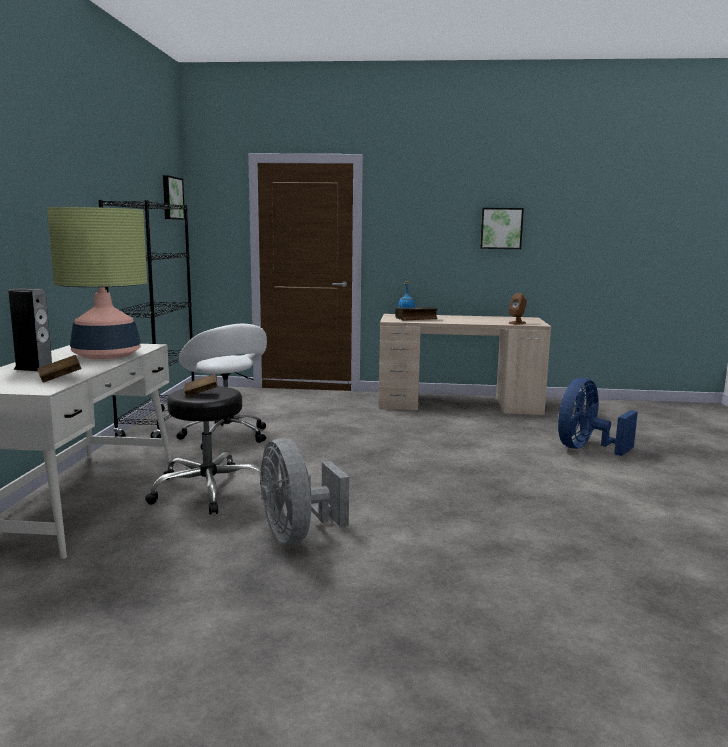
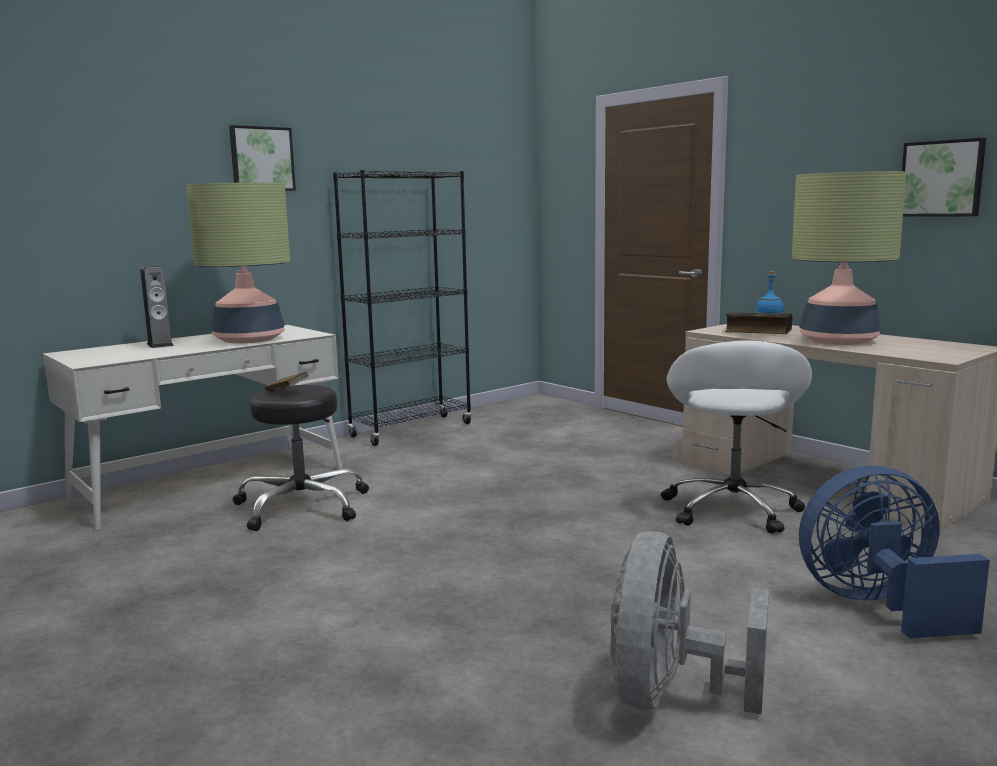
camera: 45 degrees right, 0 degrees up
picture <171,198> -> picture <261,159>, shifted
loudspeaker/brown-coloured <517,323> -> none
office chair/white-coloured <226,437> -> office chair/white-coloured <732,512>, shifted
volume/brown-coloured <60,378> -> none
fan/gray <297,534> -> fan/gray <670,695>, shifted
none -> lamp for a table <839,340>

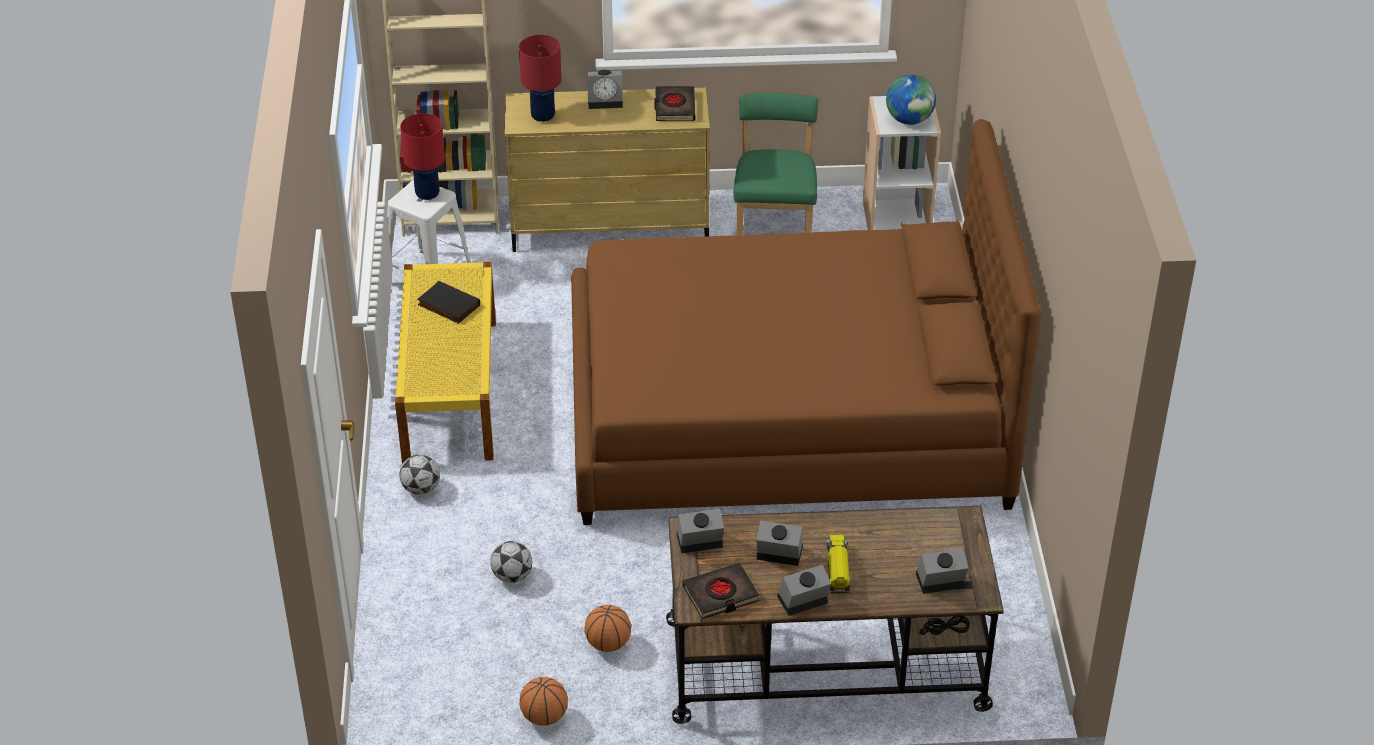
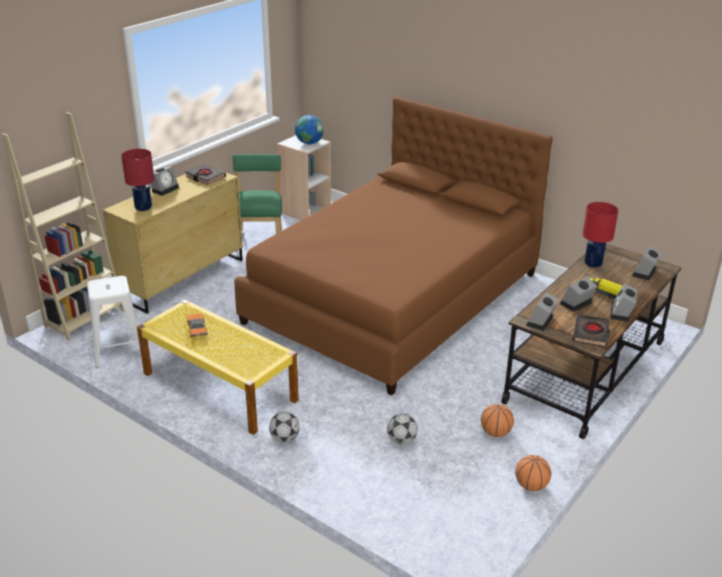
camera: 50 degrees left, 10 degrees down
chair/green-coloured <774,227> -> chair/green-coloured <259,239>, 45 degrees clockwise
lamp for a table/reddish <427,195> -> lamp for a table/reddish <592,264>, shifted
volume/black <447,305> -> miniature car <197,329>

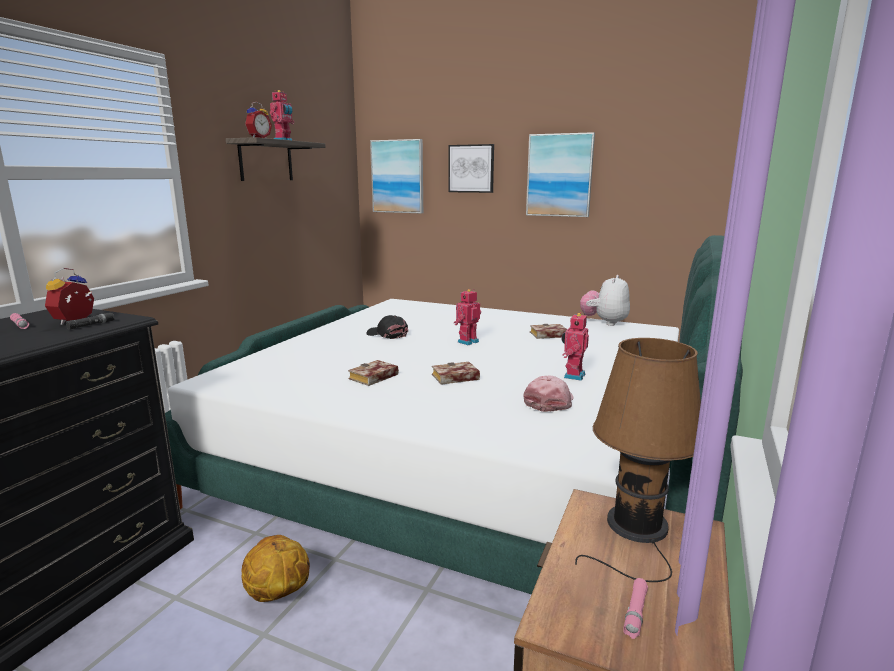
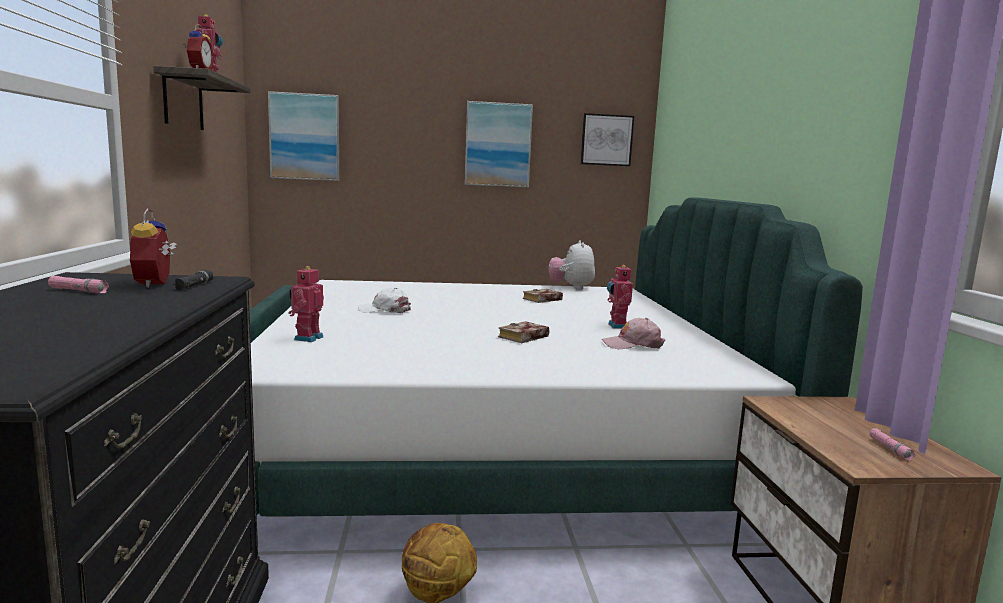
camera: 30 degrees left, 5 degrees down
picture <471,168> -> picture <606,140>, shifted
model robot <467,341> -> model robot <307,338>, shifted
peaked cap/black <387,334> -> peaked cap/white-coloured <385,310>
lamp for a table/brown-coloured <636,529> -> none
volume <373,378> -> none
peaked cap/pink <549,401> -> peaked cap/pink <632,344>, 90 degrees counterclockwise

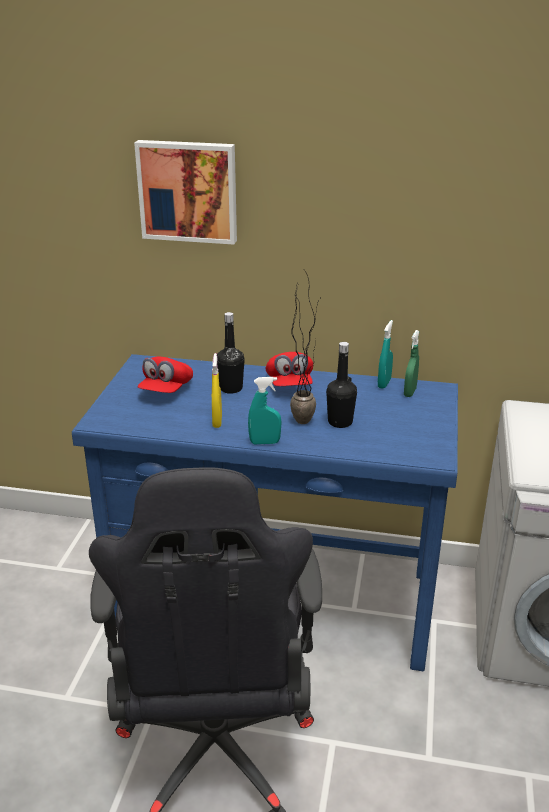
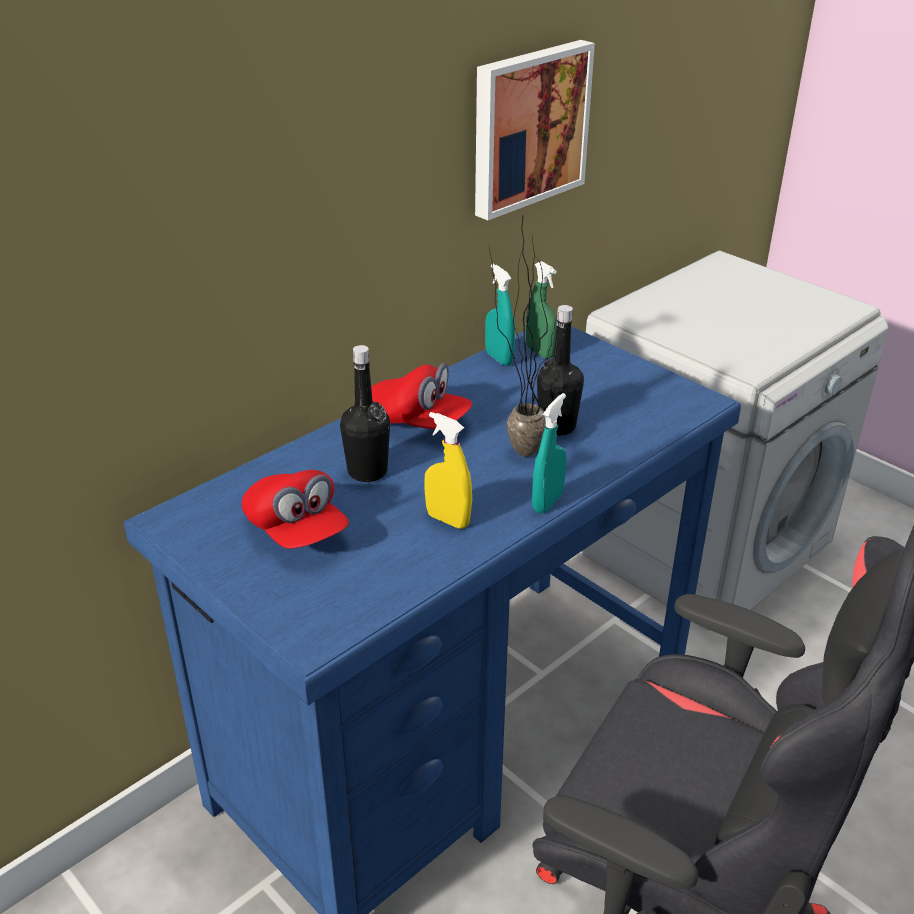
camera: 55 degrees left, 5 degrees up
picture <188,191> -> picture <527,127>, shifted

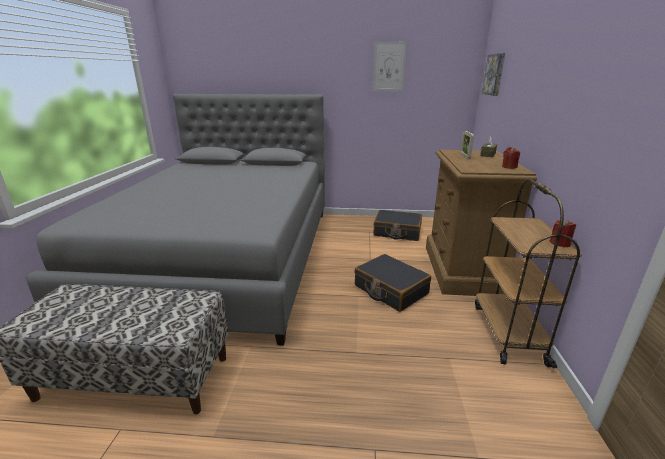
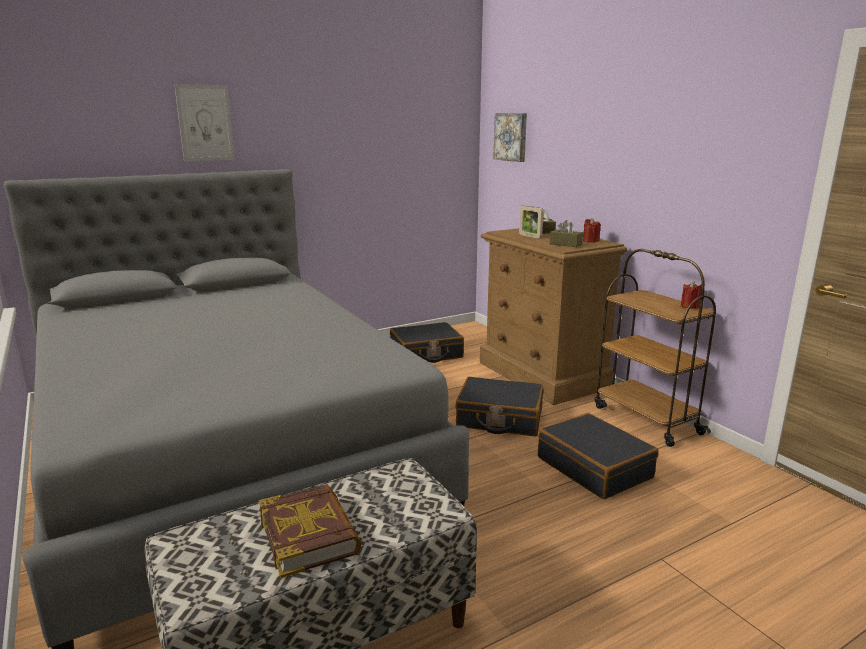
camera: 35 degrees left, 5 degrees down
picture <389,66> -> picture <205,123>, shifted
none -> box of tissues/brown-coloured <565,244>
none -> travel case/black <594,467>
none -> volume <309,535>

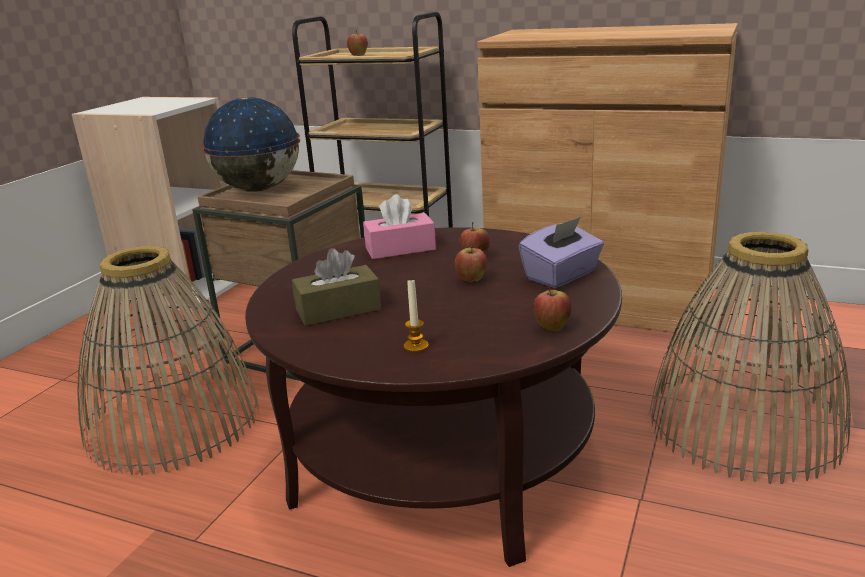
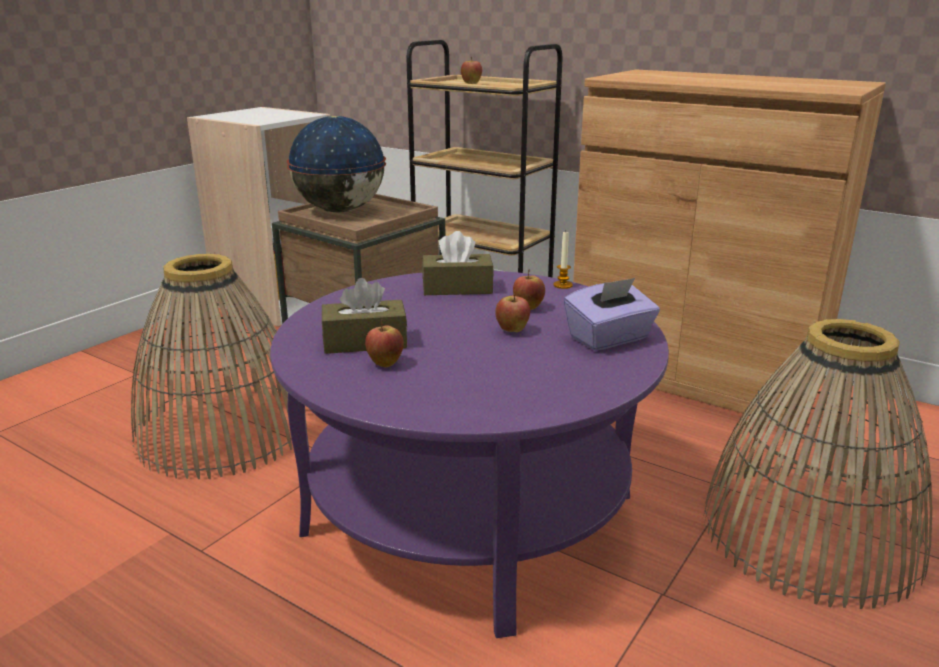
camera: 10 degrees right, 0 degrees up
box of tissues/pink <400,249> -> box of tissues/brown-coloured <457,288>
low table/brown-coloured <444,457> -> low table/purple-coloured <470,512>
wax candle <416,346> -> wax candle <562,285>, shifted
apple fruit <552,328> -> apple fruit <385,364>, shifted

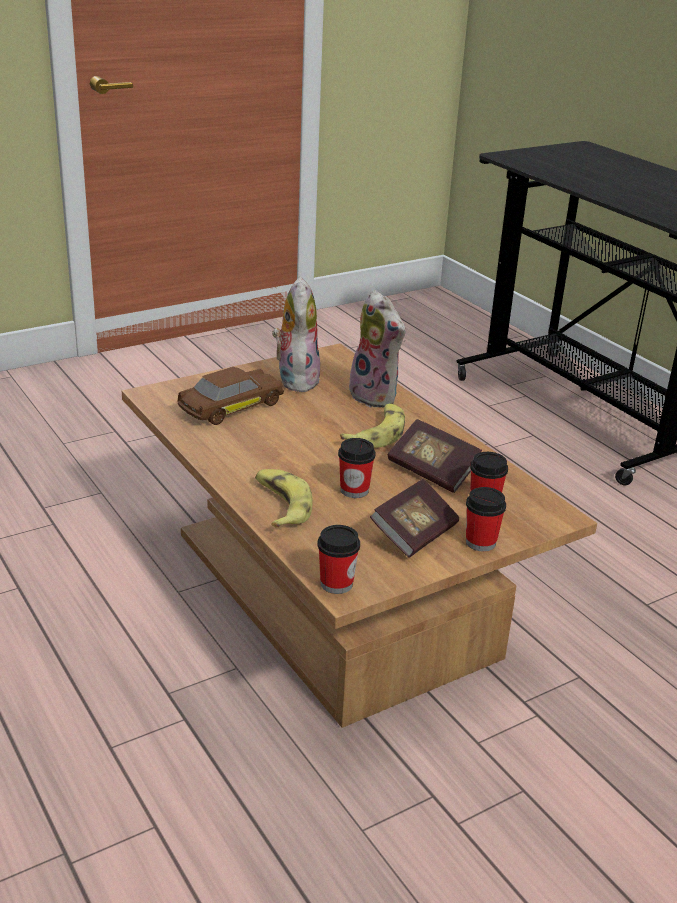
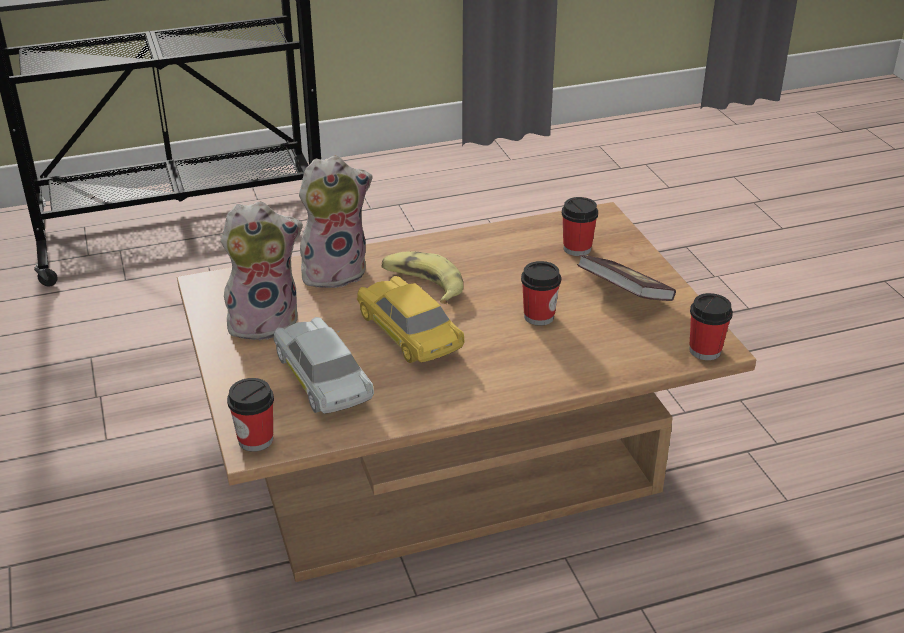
camera: 75 degrees left, 5 degrees up
plush toy <295,379> -> plush toy <265,322>, 150 degrees clockwise
miniature car/brown-coloured <231,407> -> miniature car/white-coloured <322,379>
volume <432,471> -> none
whole banana <280,505> -> none
small cup <480,542> -> small cup <255,440>, shifted
none -> miniature car/yellow <409,333>

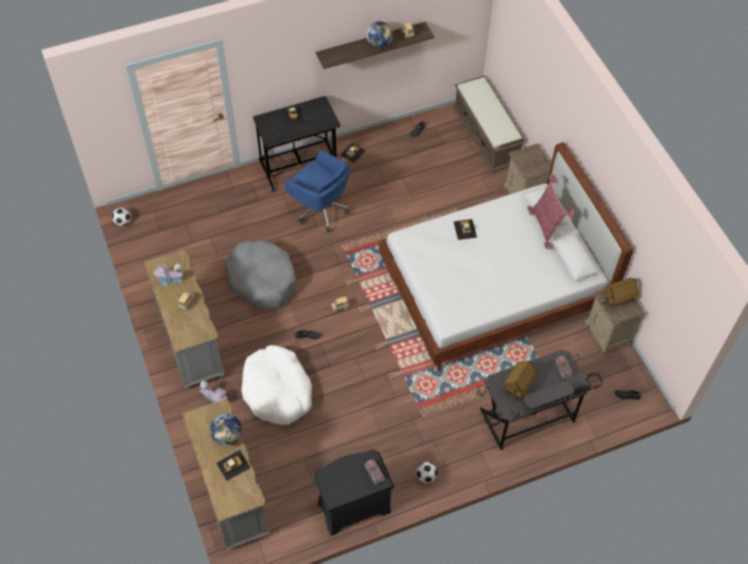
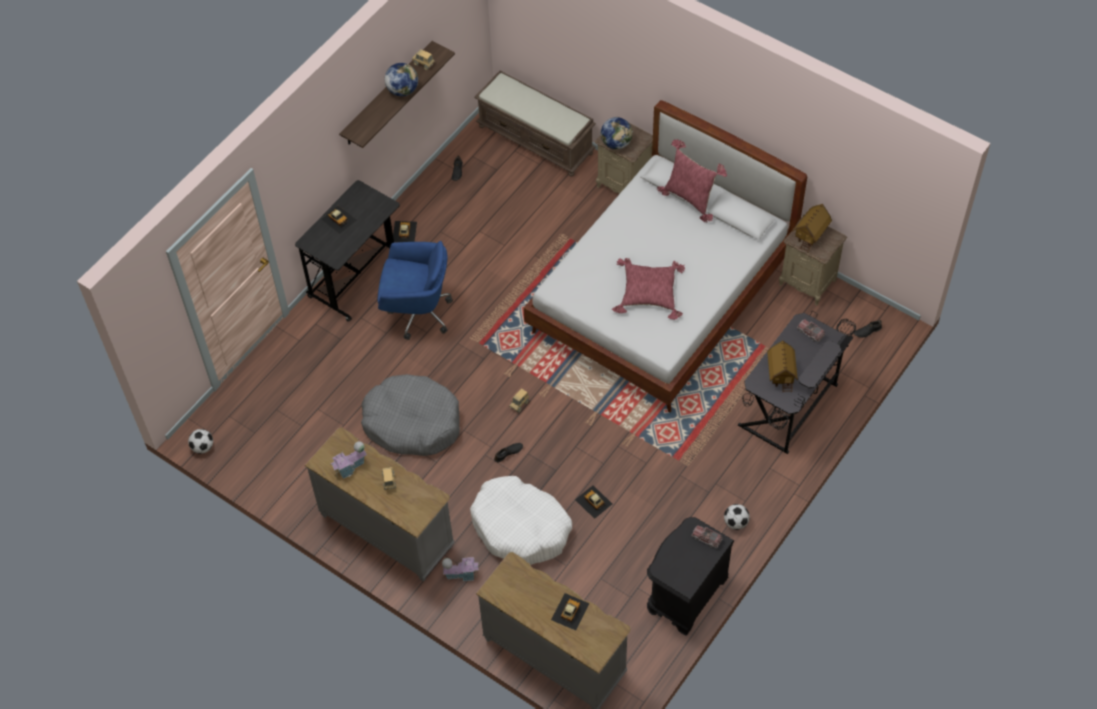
camera: 30 degrees left, 0 degrees up
miniature car <465,229> -> miniature car <593,502>, shifted
world globe <228,436> -> world globe <616,143>, shifted
none -> pillow/reddish <648,291>

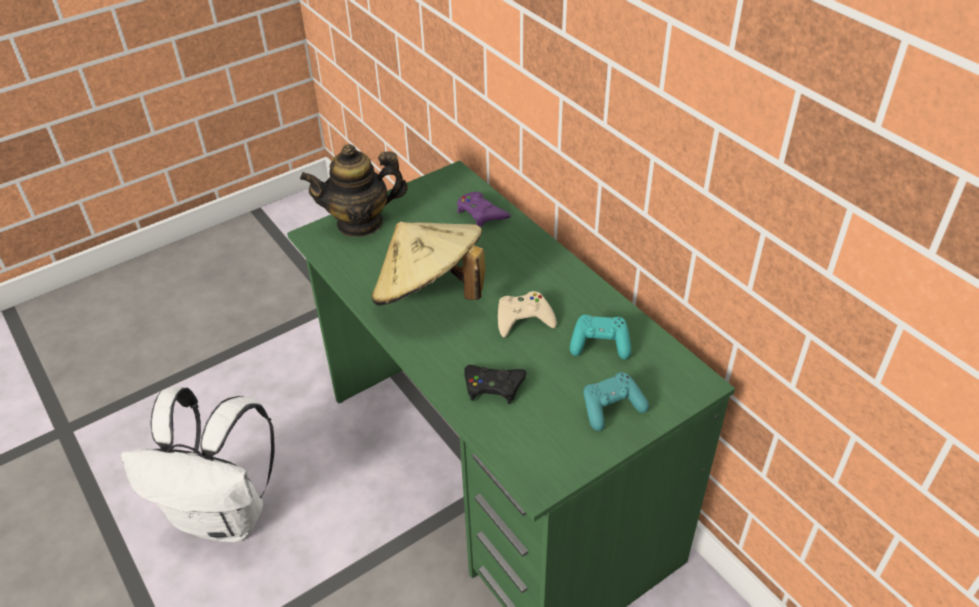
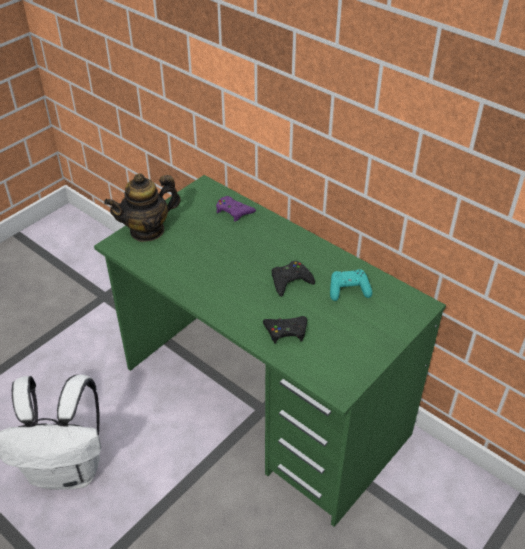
camera: 15 degrees left, 0 degrees up
hat/beige-coloured <429,294> -> none
joypad/beige-coloured <523,319> -> joypad/black <290,281>
joypad/turquoise-coloured <611,408> -> none

